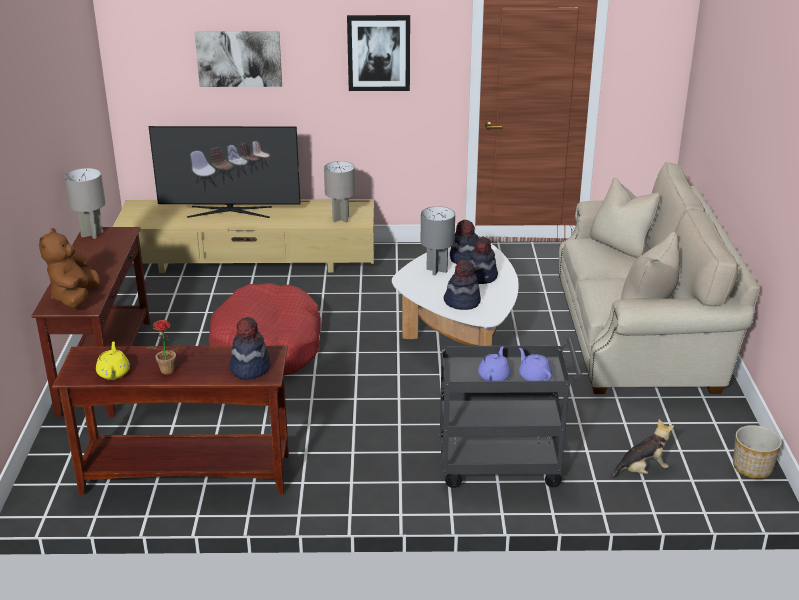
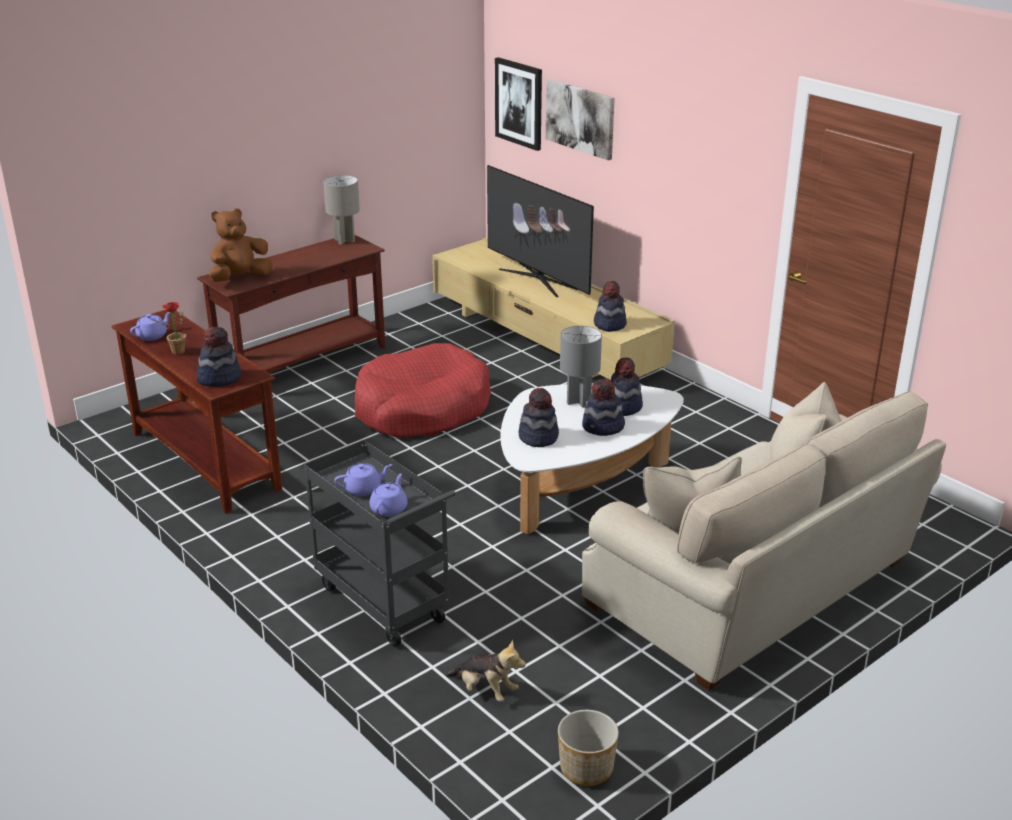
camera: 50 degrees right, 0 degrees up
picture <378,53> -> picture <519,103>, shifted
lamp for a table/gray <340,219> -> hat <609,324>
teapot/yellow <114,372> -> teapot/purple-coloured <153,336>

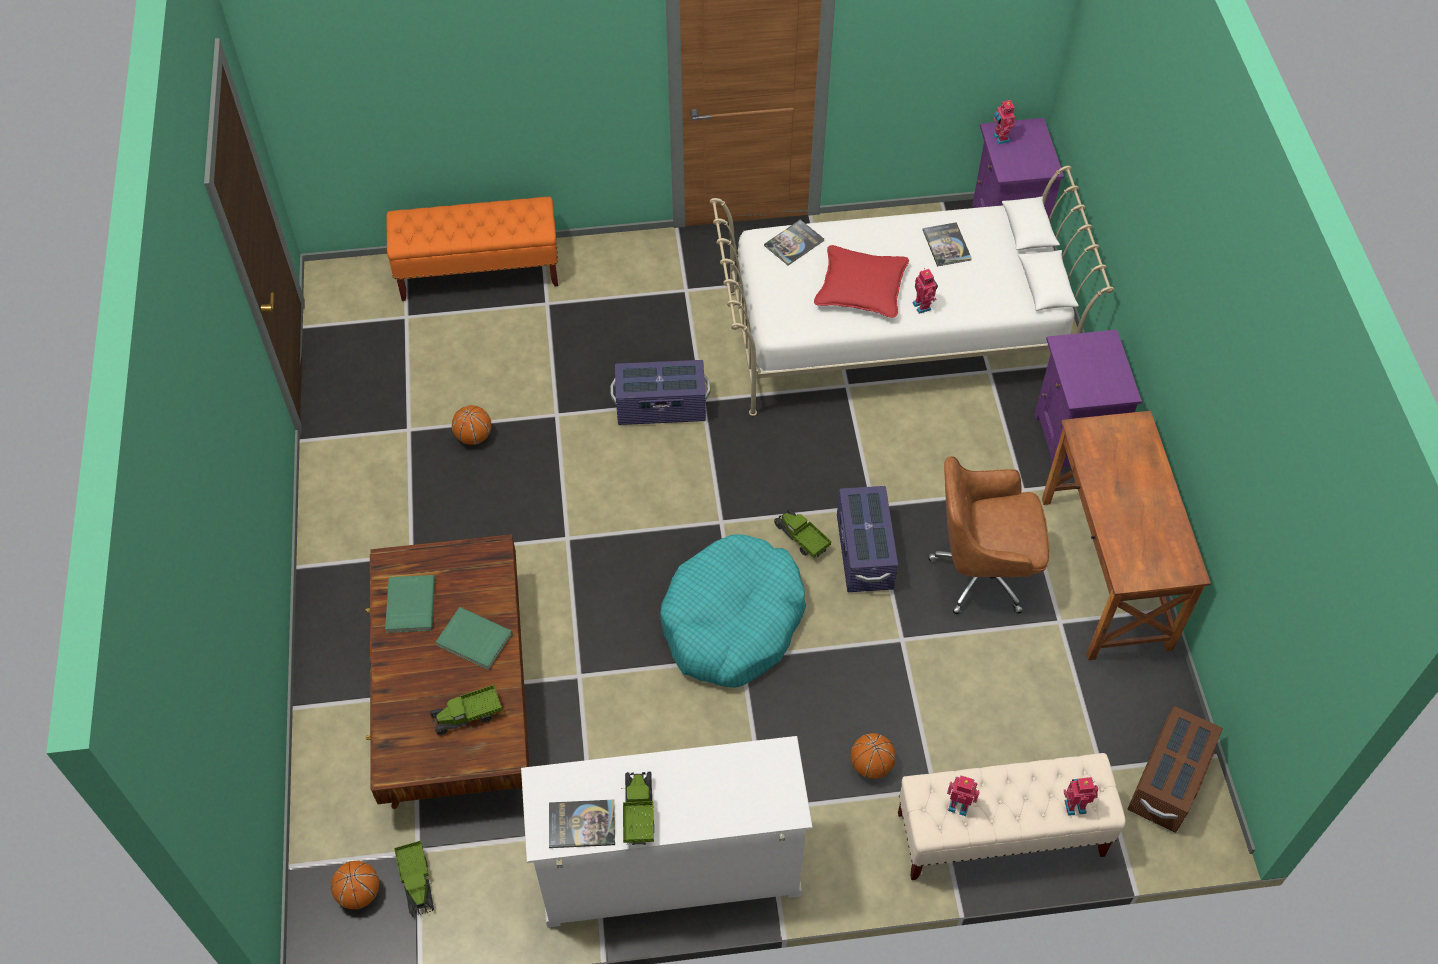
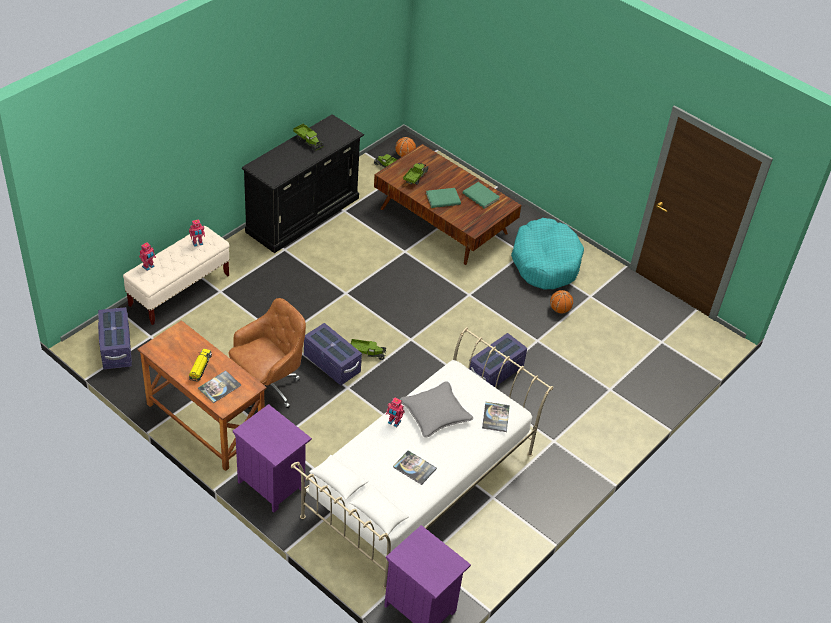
camera: 135 degrees right, 10 degrees down
model robot <1000,138> -> none
long seat/orangey <479,272> -> none
pillow/reddish <861,287> -> pillow/gray <435,413>
dog bed/turquoise-coloured <732,621> -> dog bed/turquoise-coloured <545,262>, shifted
storage container/brown-coloured <1168,780> -> storage container/purple-coloured <116,348>
basketball ball <871,765> -> none
cabinet/white-coloured <669,869> -> cabinet/black <303,214>
volume <582,824> -> volume <219,387>, shifted
none -> toy truck <200,368>

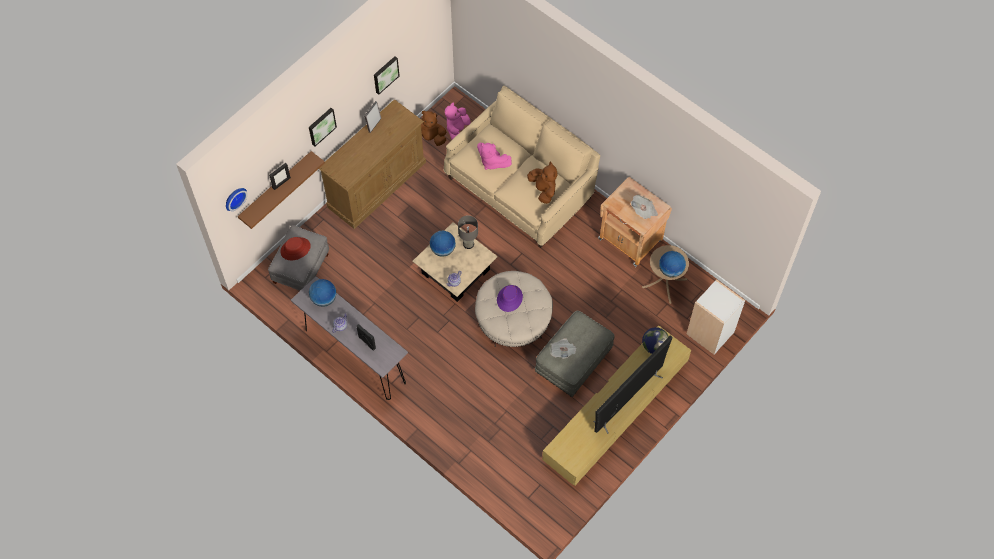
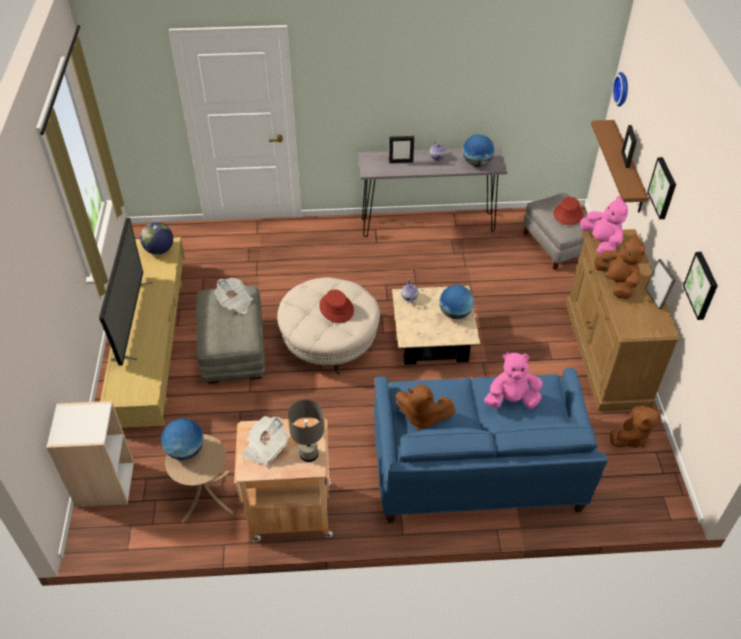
camera: 135 degrees right, 15 degrees down
couch/beige-coloured <521,186> -> couch/blue-coloured <476,469>
plush toy/pink <457,129> -> plush toy/pink <601,243>, shifted
lamp for a table/gray <468,244> -> lamp for a table/gray <308,454>, shifted
hat/purple-coloured <509,298> -> hat/reddish <336,308>
world globe <654,346> -> world globe <159,250>, shifted
none -> plush toy/brown-coloured <616,283>

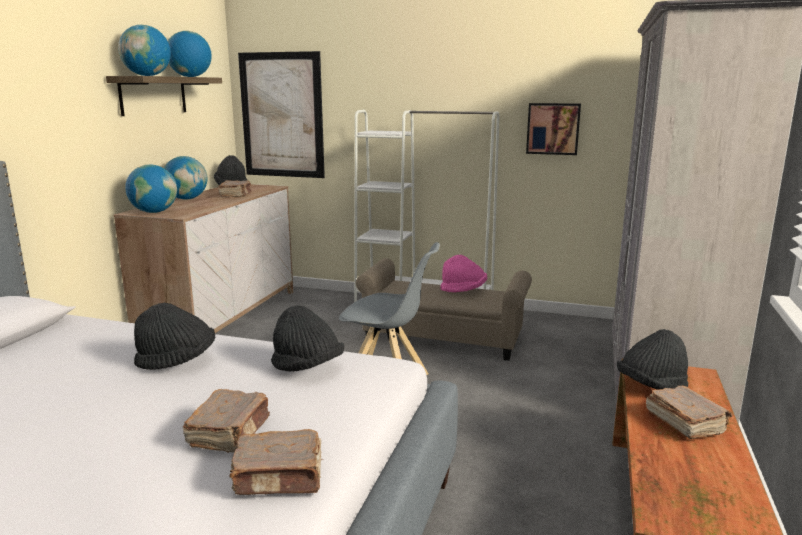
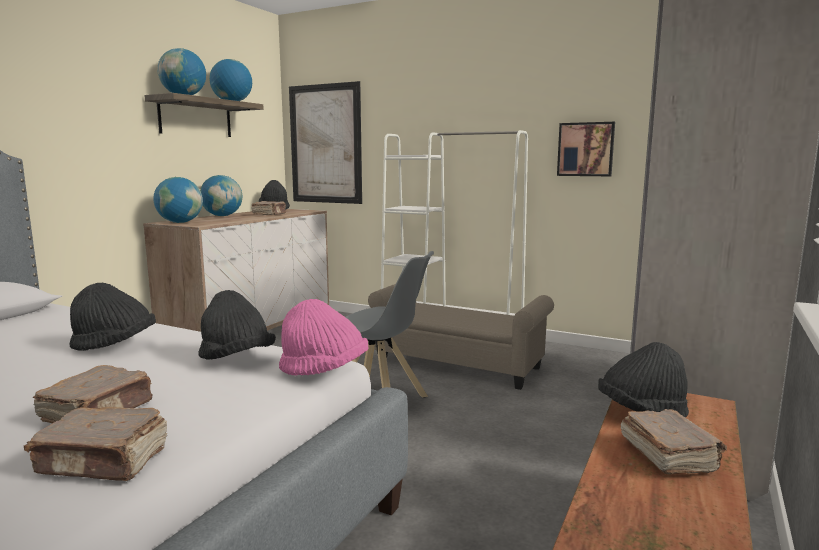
camera: 10 degrees right, 5 degrees down
hat/pink <463,290> -> hat/pink <323,371>, shifted

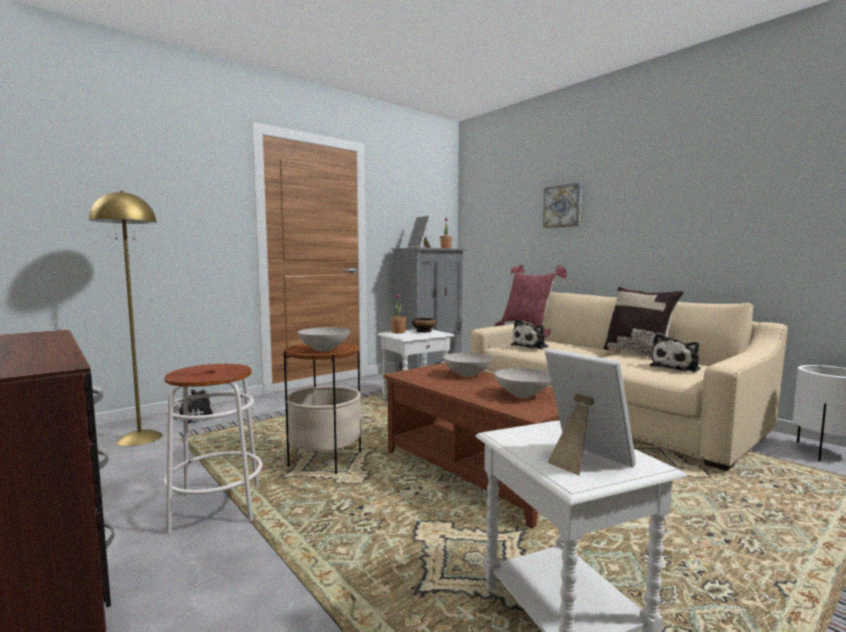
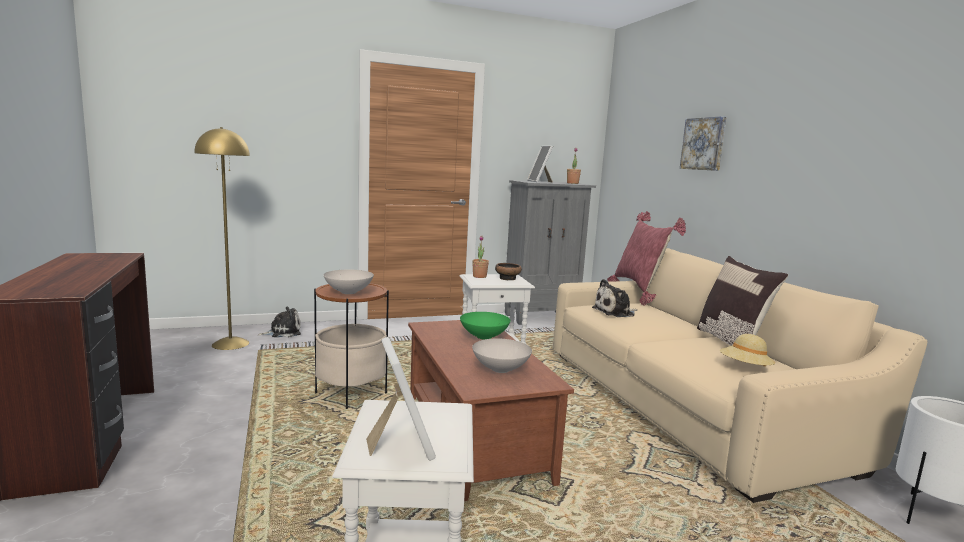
camera: 20 degrees right, 5 degrees up
plush toy <677,368> -> hat/beige-coloured <745,368>
serving bowl/white-coloured <467,375> -> serving bowl/green-coloured <484,337>
stool/white-coloured <216,507> -> none

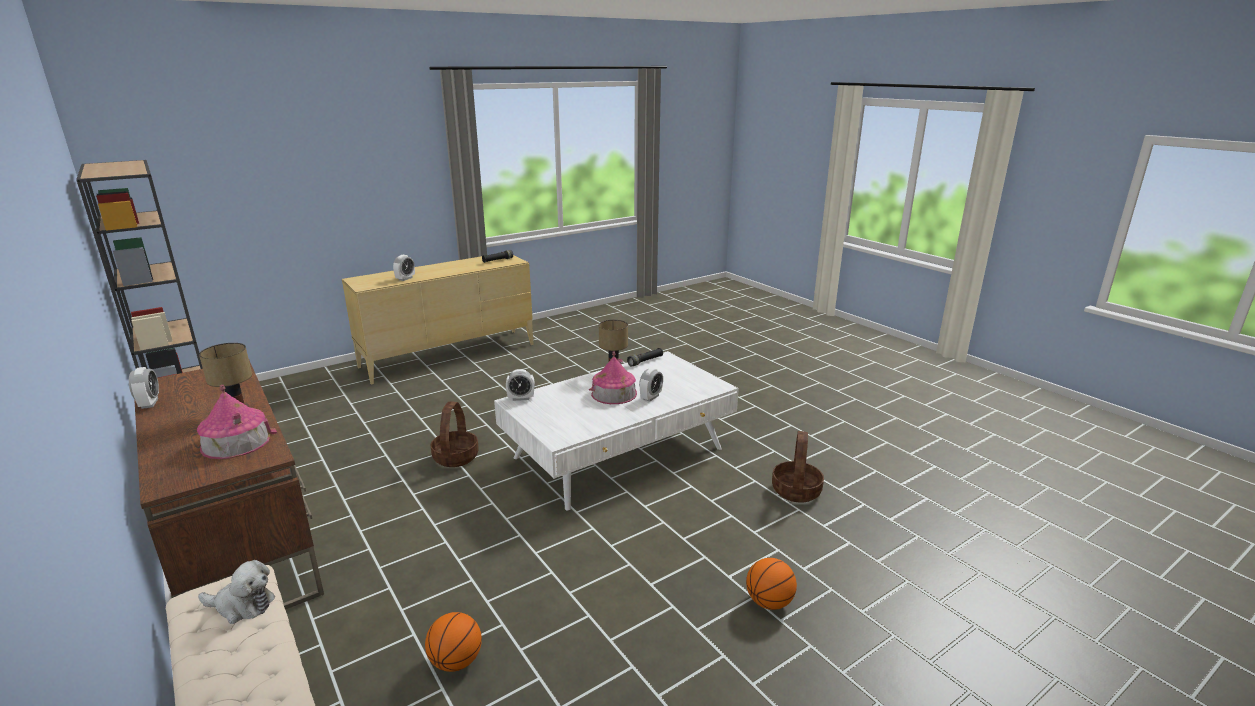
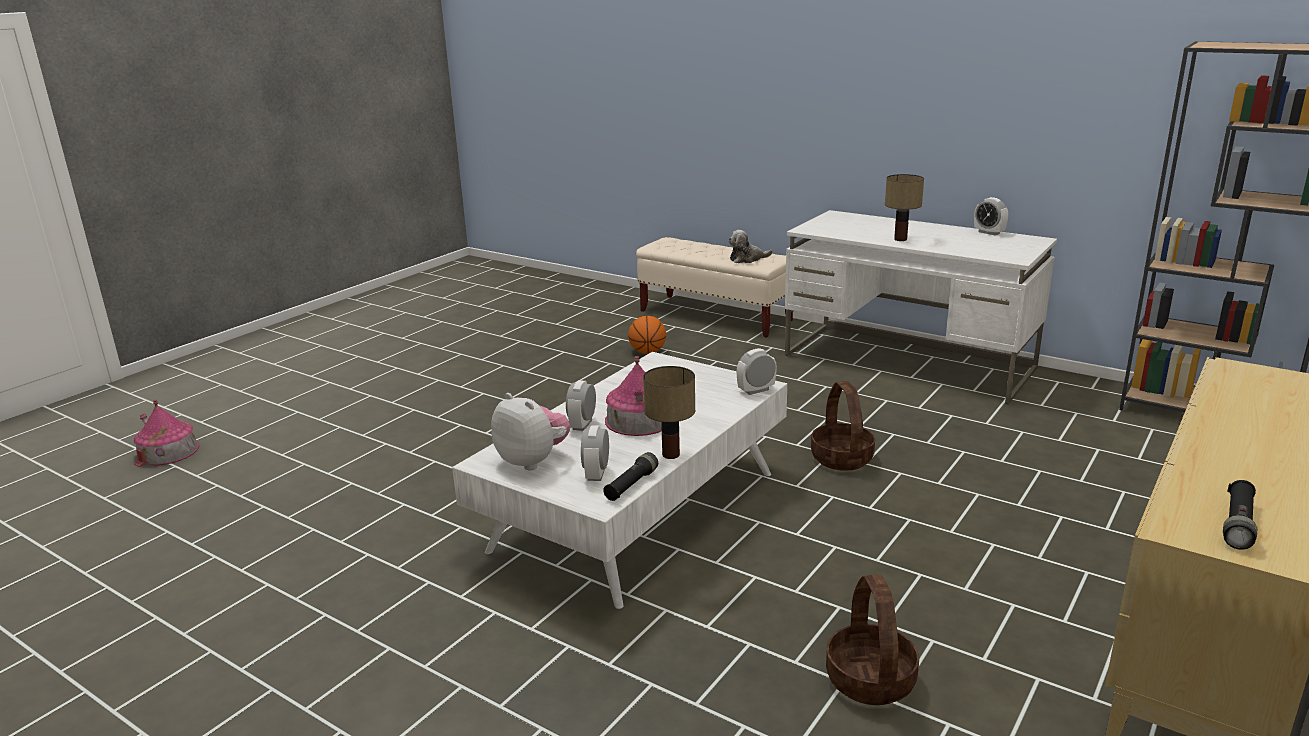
camera: 160 degrees right, 0 degrees up
table clock <405,278> -> table clock <596,474>, shifted
desk unit/brown-coloured <240,542> -> desk unit/white-coloured <909,362>
toy house <236,442> -> toy house <168,451>, shifted
household basket <796,491> -> household basket <869,679>, shifted
basketball ball <769,602> -> none
none -> plush toy <533,461>

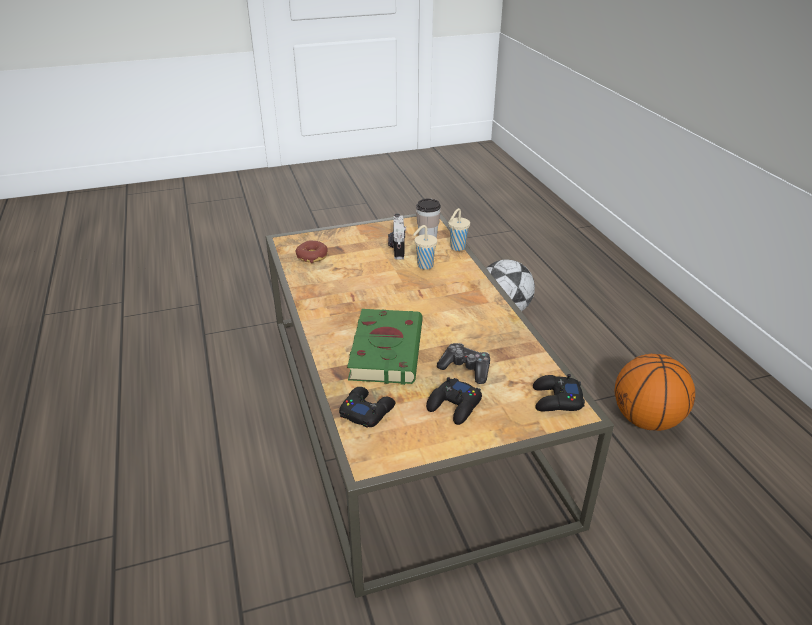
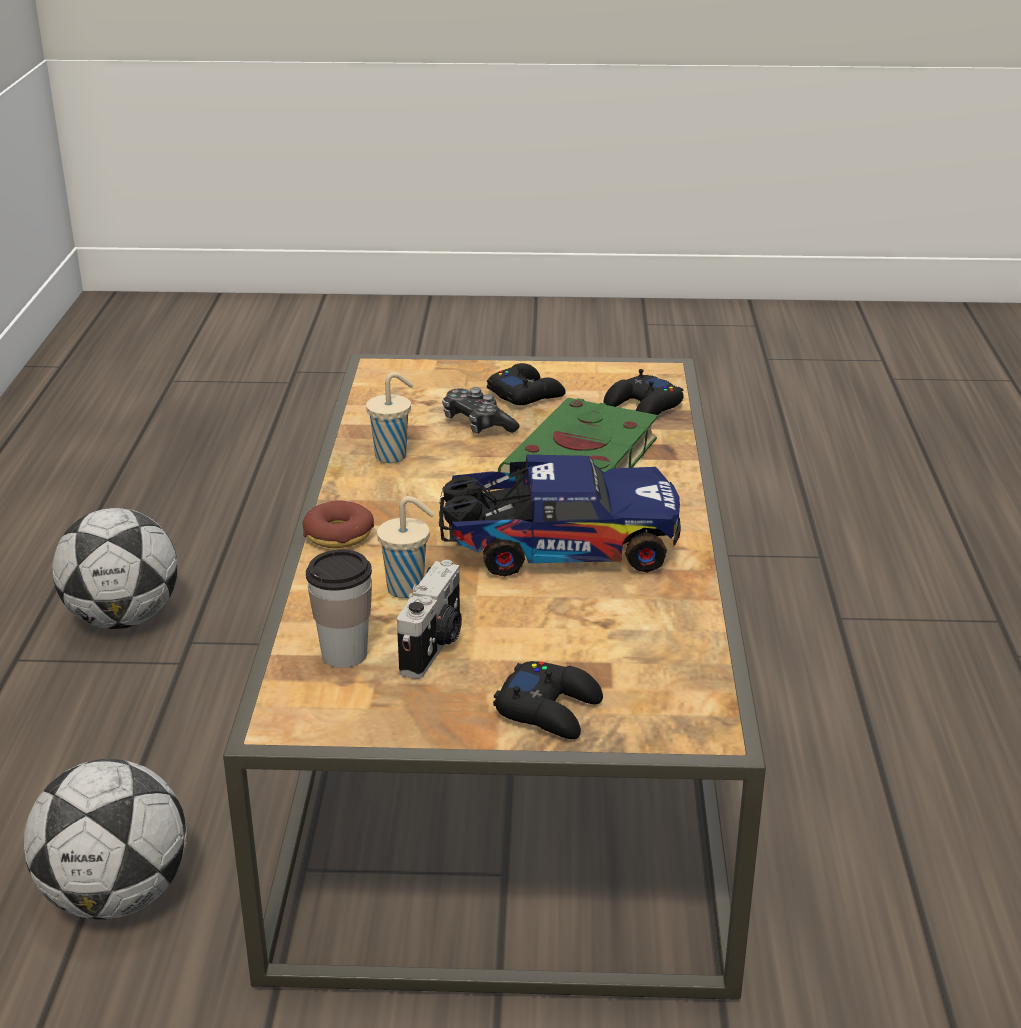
camera: 160 degrees left, 5 degrees down
small cup/beige-coloured <457,248> -> small cup/beige-coloured <393,456>, shifted
ring doughnut <312,256> -> ring doughnut <338,535>, shifted
basketball ball <646,420> -> football ball <123,618>
joypad/black <556,400> -> joypad/black <549,709>, shifted
none -> toy truck <555,549>

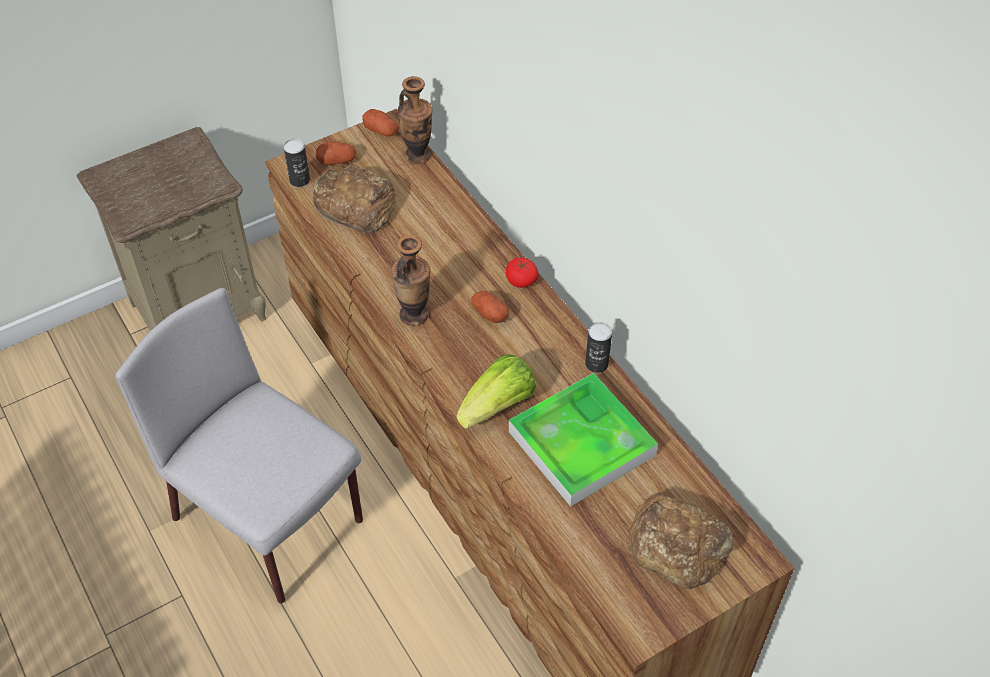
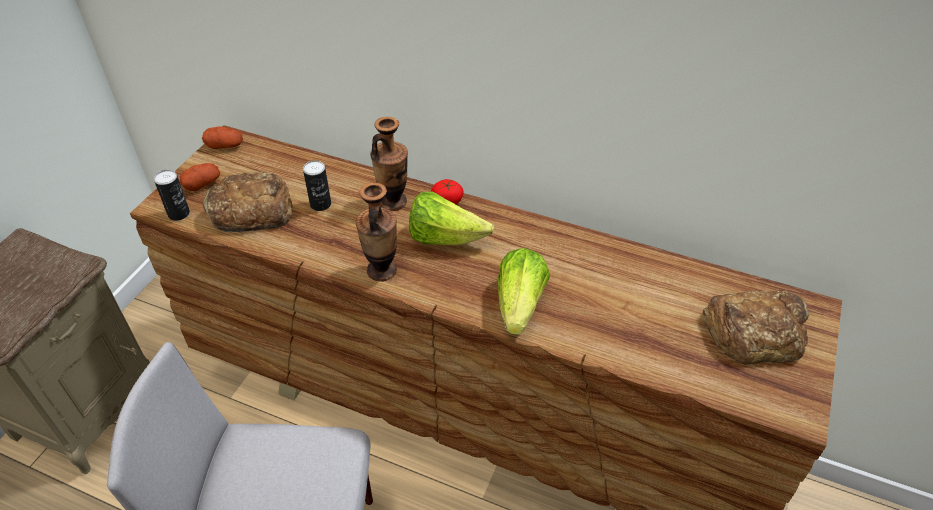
camera: 35 degrees left, 5 degrees down
flower vase <418,156> -> flower vase <393,202>, shifted
whole potato <489,313> -> lettuce <445,238>
sealed can <596,364> -> sealed can <320,204>, shifted
serving tray <581,443> -> none

